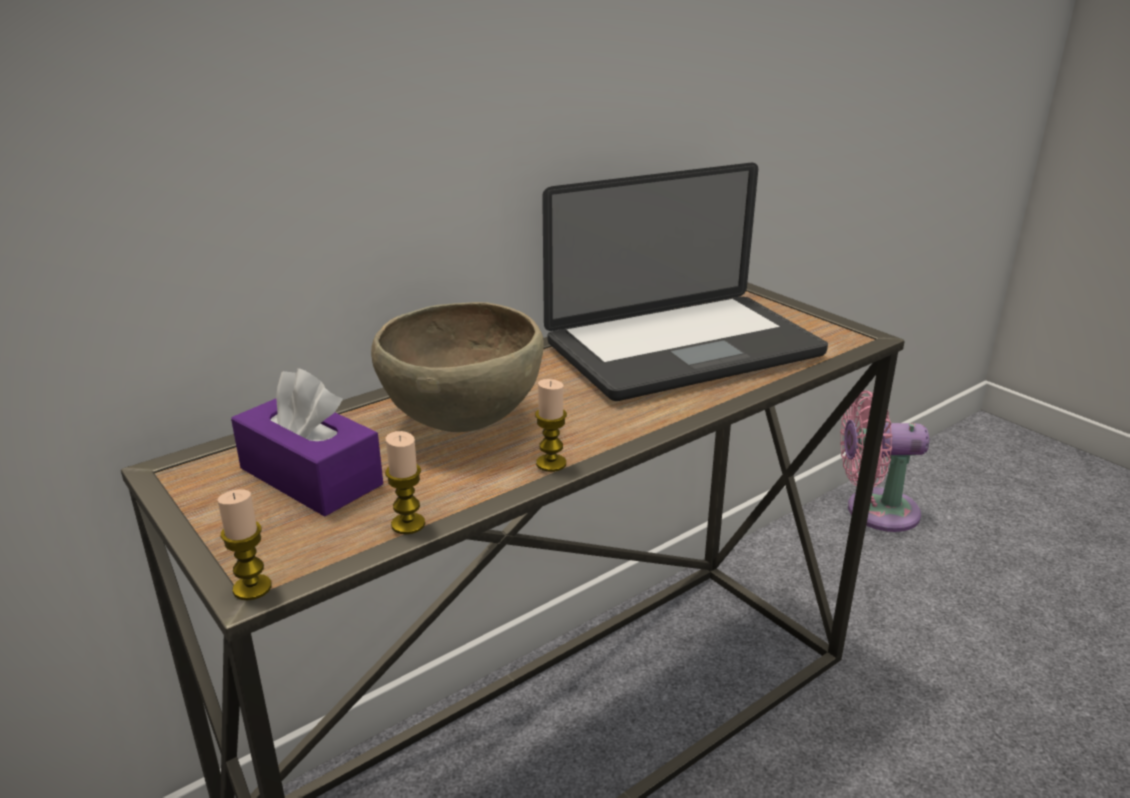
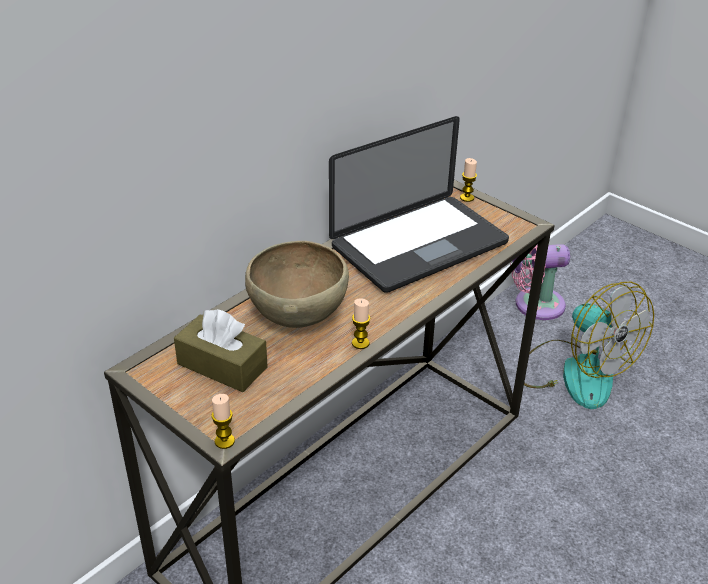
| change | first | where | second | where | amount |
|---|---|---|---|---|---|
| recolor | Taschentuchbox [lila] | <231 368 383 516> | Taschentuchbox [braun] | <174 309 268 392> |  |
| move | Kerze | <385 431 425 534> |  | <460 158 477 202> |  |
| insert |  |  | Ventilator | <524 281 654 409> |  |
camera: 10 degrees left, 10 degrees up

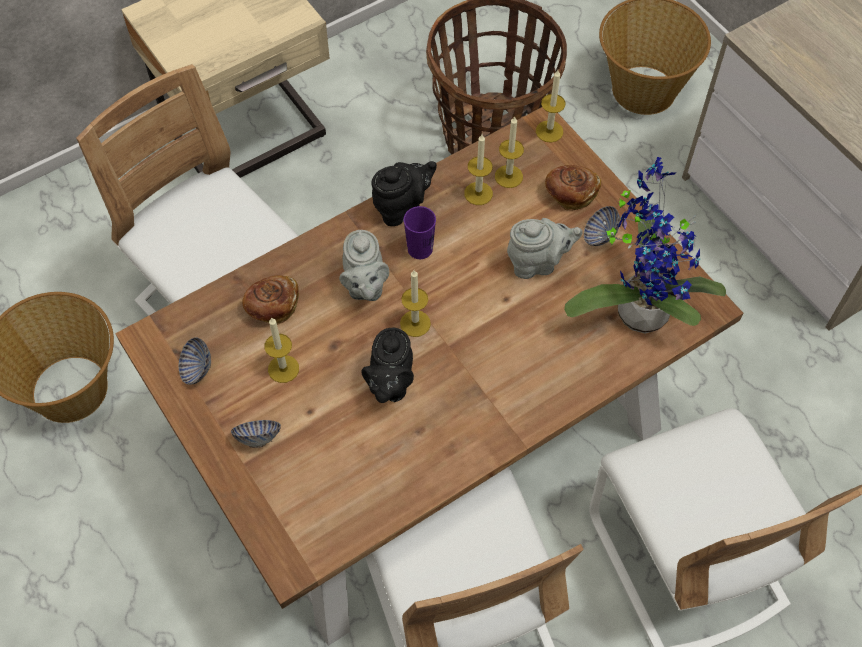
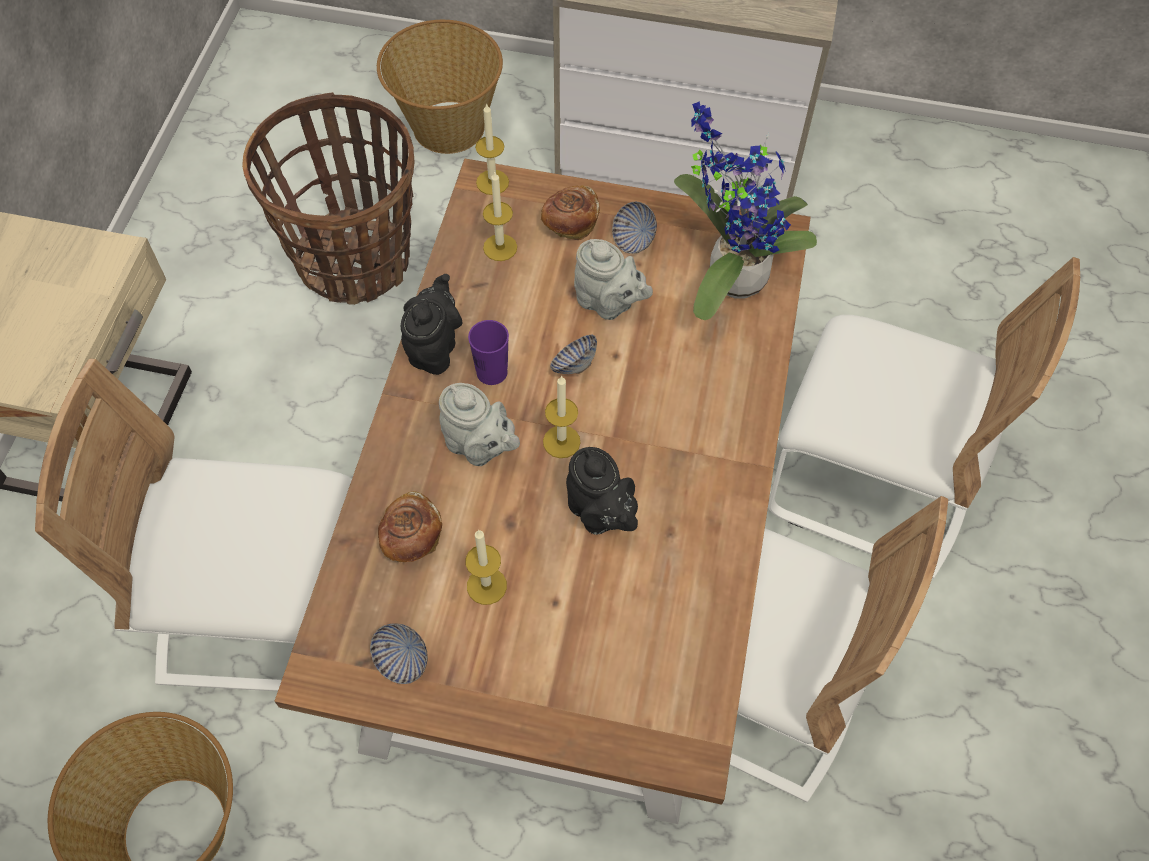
| change | first | where | second | where | amount |
|---|---|---|---|---|---|
| move | Schüssel | <231 420 281 448> |  | <550 335 597 374> |  |
| delete | Kerze | <464 135 493 205> |  |  |  |
| rotate | Teekanne [grau] | <507 218 583 279> |  | <574 239 653 320> | 90 degrees clockwise |
camera: 45 degrees left, 0 degrees up

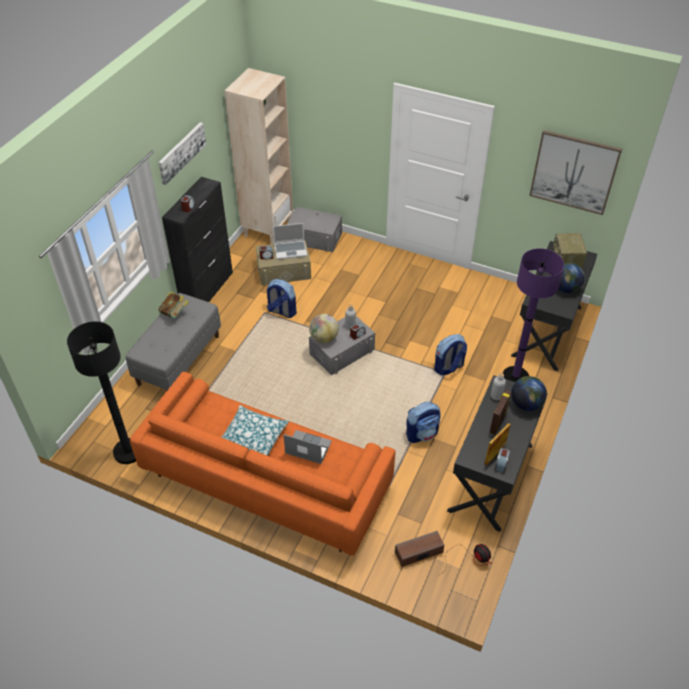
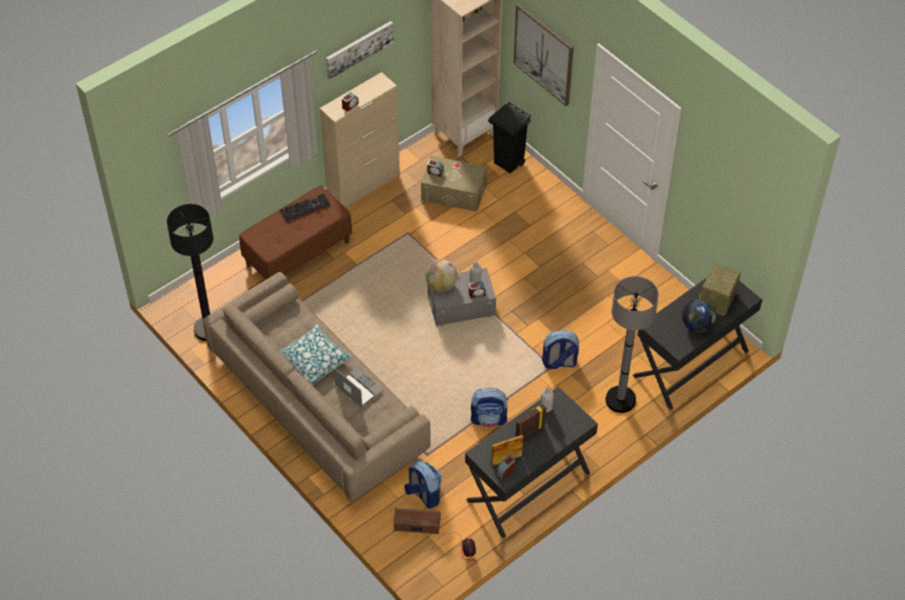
| change | first | where | second | where | amount |
|---|---|---|---|---|---|
| recolor | Bank [grau] | <126 293 221 391> | Bank [braun] | <239 186 352 280> |  |
| recolor | Sofa [orange] | <130 372 395 556> | Sofa [beige] | <203 272 431 502> |  |
| replace | Buch | <158 291 189 318> | Tastatur | <280 193 330 221> |  |
| recolor | Schrank [schwarz] | <162 177 233 302> | Schrank [beige] | <320 72 400 208> |  |
| move | Rucksack | <266 279 297 318> |  | <404 460 441 509> |  |
| delete | Laptop | <273 223 307 259> |  |  |  |
| replace | Aufbewahrungsbox [grau] | <287 207 342 252> | Mülleimer [schwarz] | <488 102 531 173> |  |
| recolor | Stehlampe [lila] | <503 248 564 382> | Stehlampe [grau] | <605 276 659 413> |  |
| delete | Globus | <511 376 547 411> |  |  |  |
| move | Bild | <529 130 622 215> |  | <514 4 574 106> |  |
camera: 25 degrees right, 5 degrees up

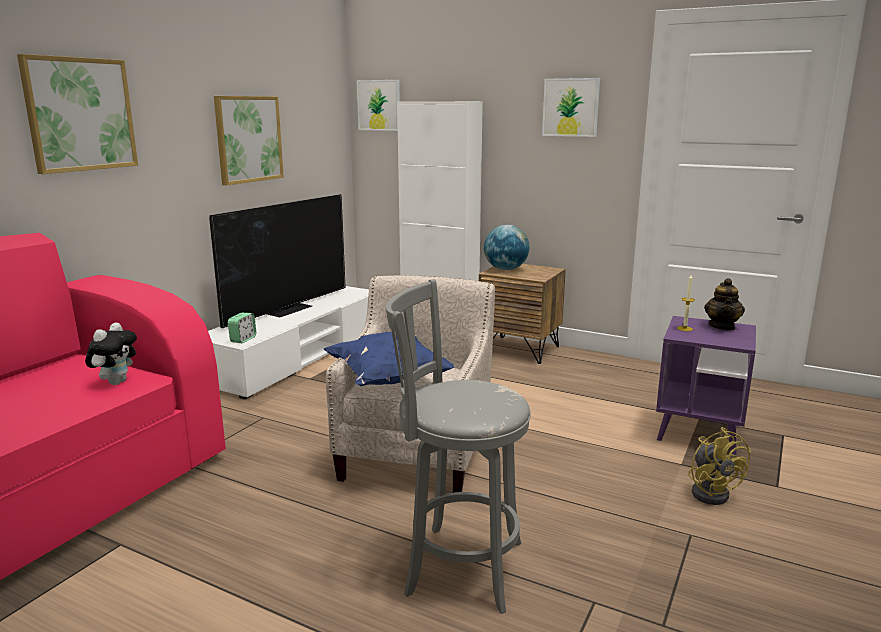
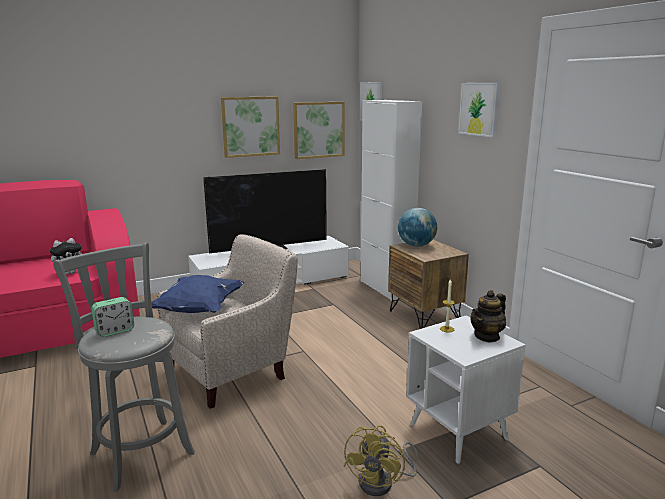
| change | first | where | second | where | amount |
|---|---|---|---|---|---|
| move | Bild | <17 54 138 174> |  | <293 102 344 159> |  |
| move | Wecker | <228 313 256 343> |  | <91 297 134 337> |  |
| recolor | Beistelltisch [lila] | <656 316 756 455> | Beistelltisch [weiß] | <406 315 525 464> |  |
camera: 35 degrees right, 0 degrees up

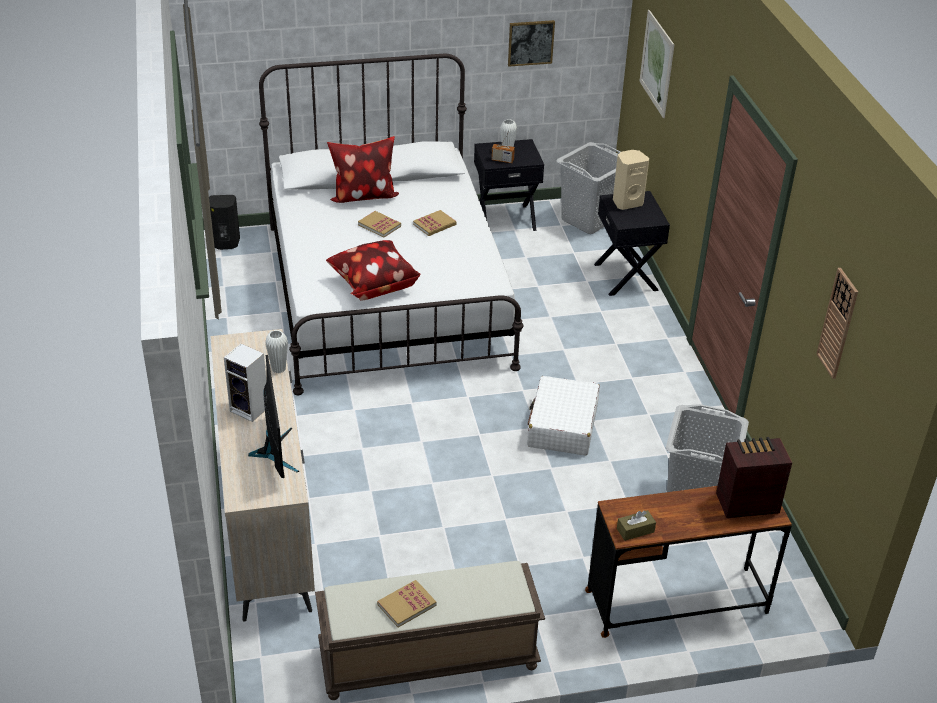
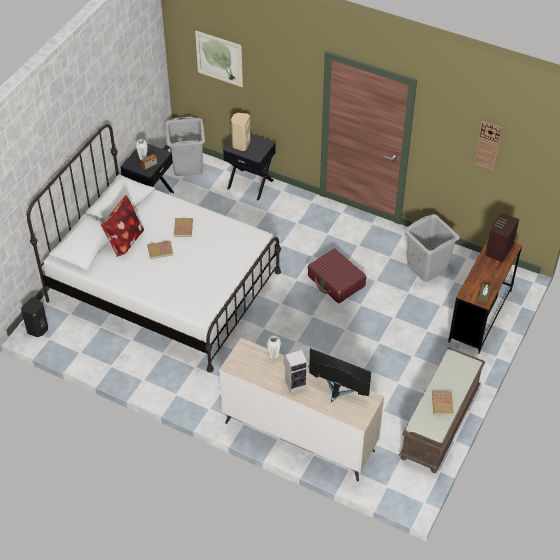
| change | first | where | second | where | amount |
|---|---|---|---|---|---|
| delete | Kissen | <326 240 421 301> |  |  |  |
| delete | Bild | <508 20 555 67> |  |  |  |
| recolor | Koffer [weiß] | <527 376 600 456> | Koffer [rot] | <308 249 366 303> |  |
camera: 50 degrees left, 10 degrees up

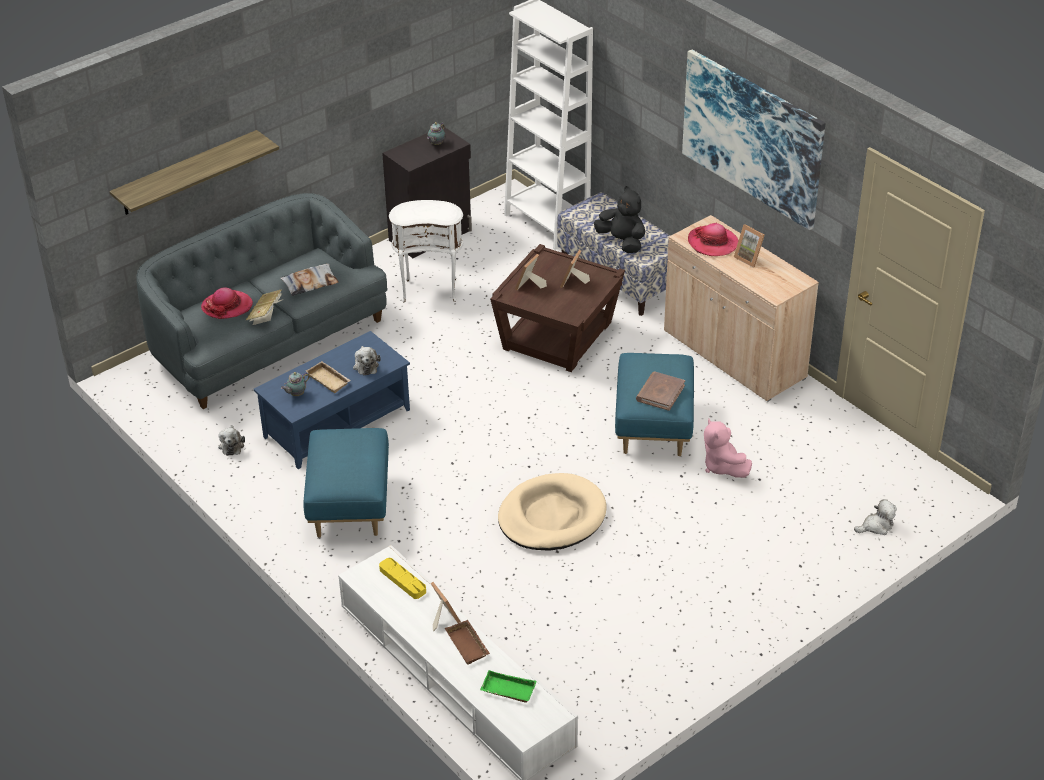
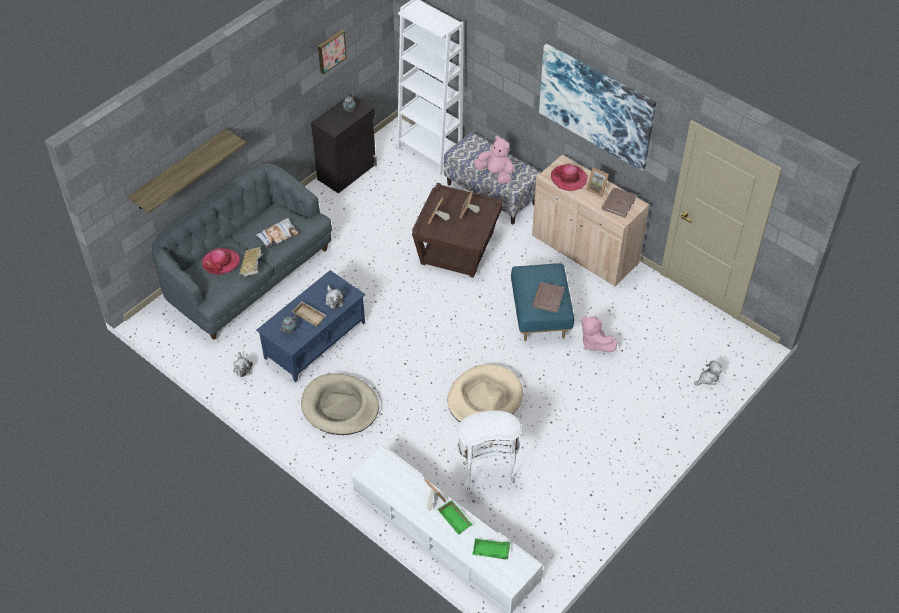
| change | first | where | second | where | amount |
|---|---|---|---|---|---|
| replace | Polsterhocker [blau] | <303 428 389 537> | Hundebett [beige] | <301 373 379 435> |  |
| delete | Tablett [gelb] | <379 558 426 599> |  |  |  |
| move | Beistelltisch [weiß] | <389 200 464 303> |  | <457 411 522 491> |  |
| recolor | Tablett [braun] | <445 620 490 665> | Tablett [grün] | <438 500 473 535> |  |
| recolor | Plüschtier [schwarz] | <594 186 645 253> | Plüschtier [rosa] | <474 136 514 184> |  |
| insert |  |  | Bild | <318 30 347 74> |  |
| insert |  |  | Buch [braun] | <602 188 637 218> |  |
camera: 10 degrees left, 10 degrees up

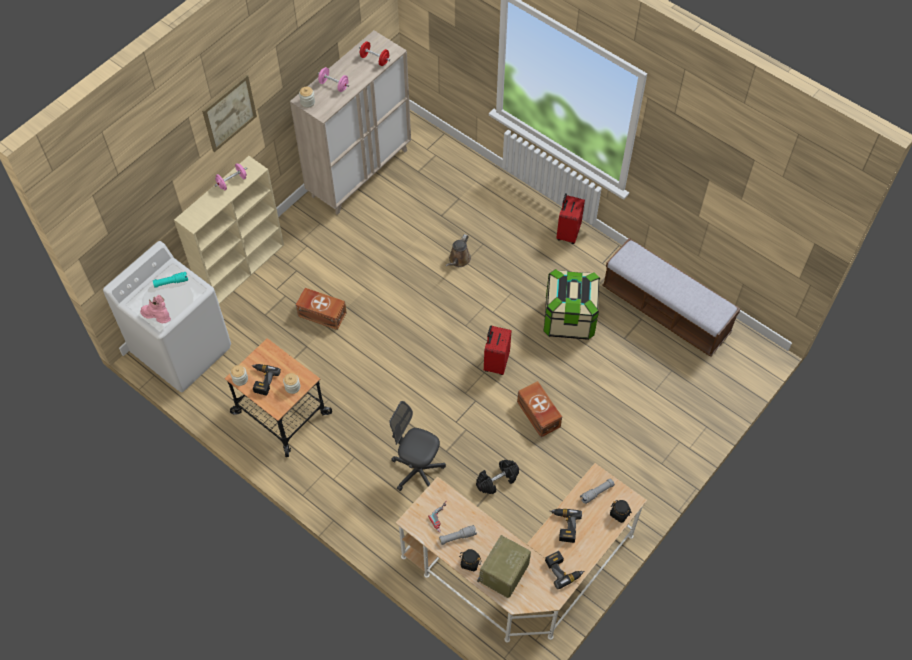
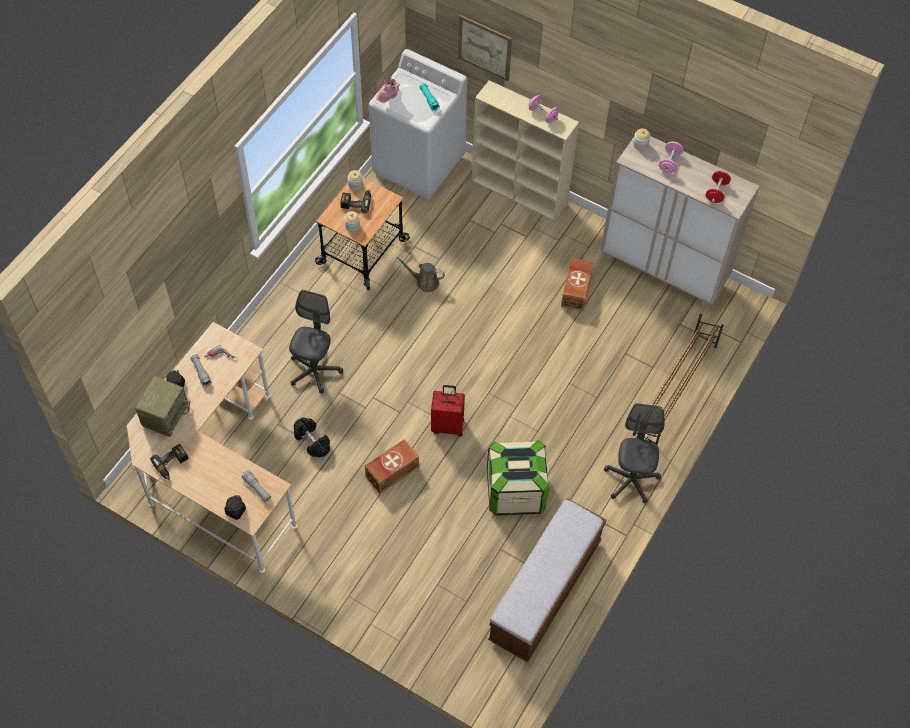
| change | first | where | second | where | amount |
|---|---|---|---|---|---|
| move | Bild | <202 74 257 152> |  | <458 15 512 81> |  |
| move | Aufbewahrungsbox [braun] | <296 288 347 330> |  | <561 258 593 311> |  |
| move | Gießkanne [braun] | <445 234 471 267> |  | <396 257 445 292> |  |
| rotate | Radio | <477 535 531 598> |  | <135 377 190 437> | 90 degrees clockwise |
| delete | Bohrmaschine | <550 509 582 543> |  |  |  |
| replace | Koffer [rot] | <556 193 585 244> | Bürostuhl [grau] | <604 403 665 503> |  |
| insert |  |  | Schuhregal [braun] | <633 314 724 445> |  |
camera: 80 degrees right, 0 degrees up

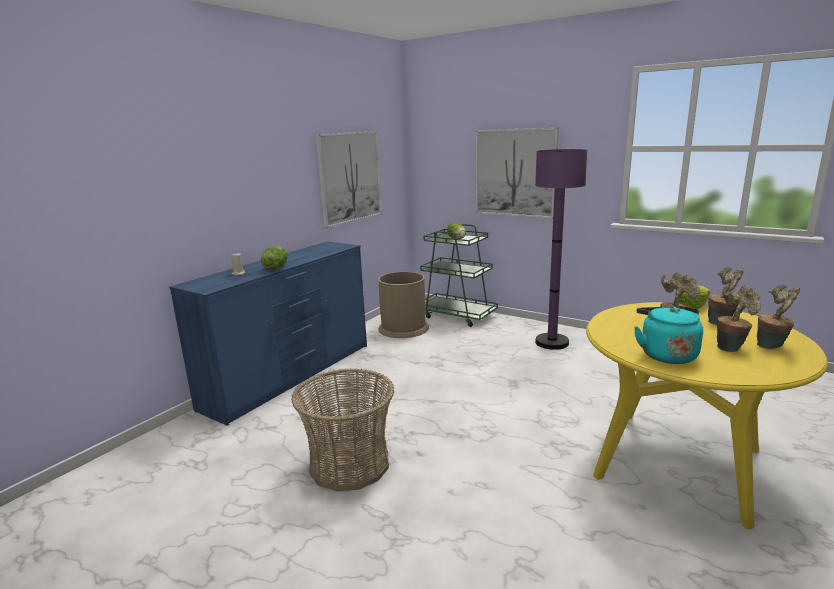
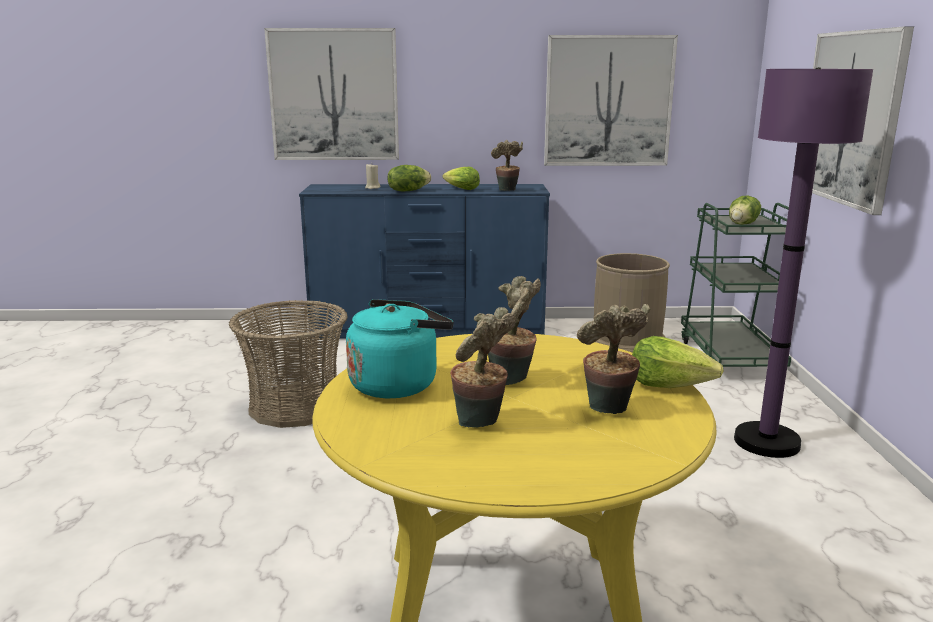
| change | first | where | second | where | amount |
|---|---|---|---|---|---|
| move | Topfpflanze | <757 284 800 349> |  | <491 140 523 191> |  |
| insert |  |  | Bild | <264 28 399 160> |  |
| insert |  |  | Salatkopf | <443 167 480 190> |  |
camera: 55 degrees right, 0 degrees up

